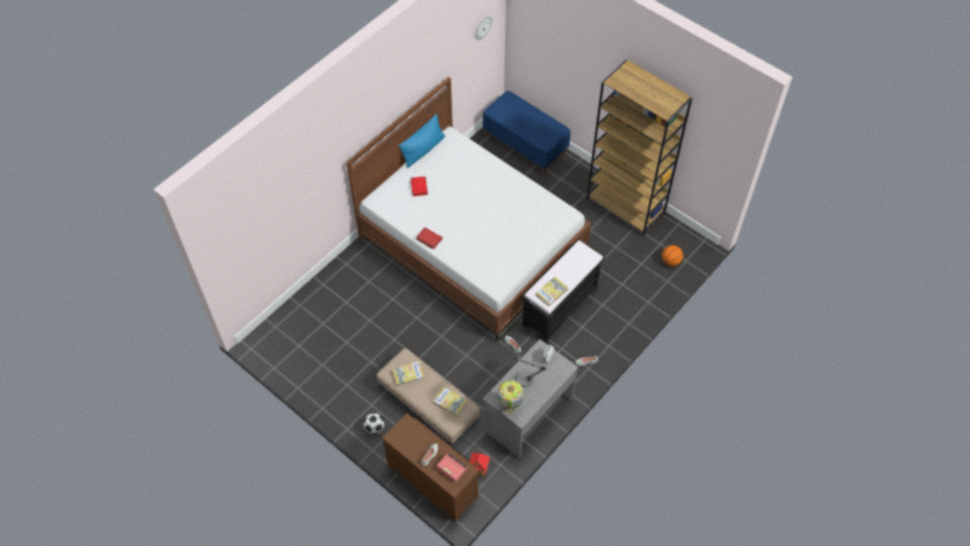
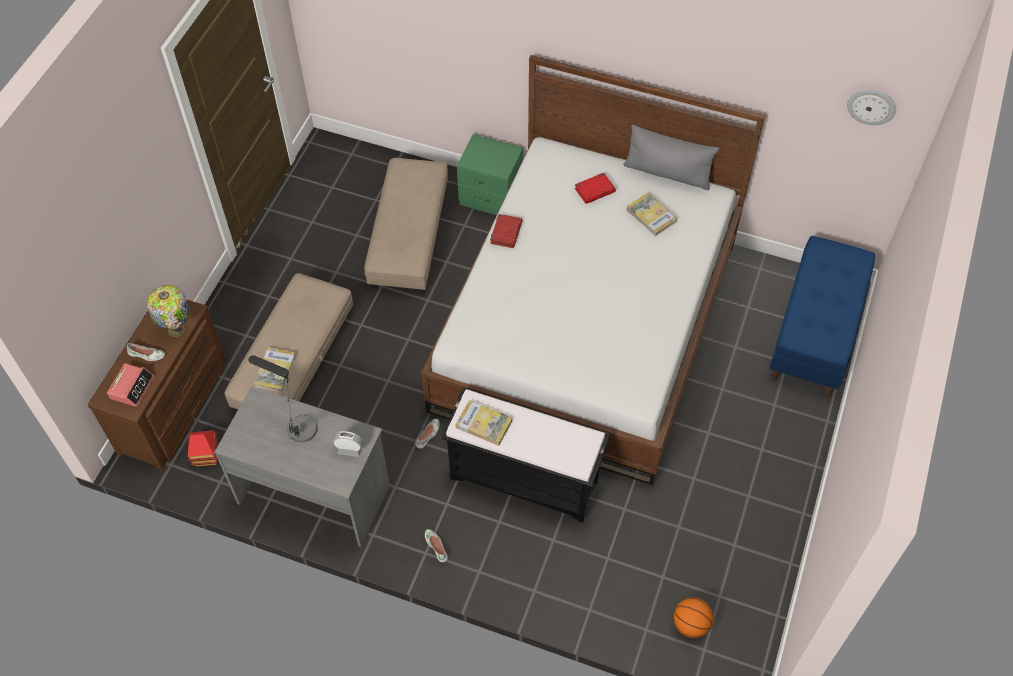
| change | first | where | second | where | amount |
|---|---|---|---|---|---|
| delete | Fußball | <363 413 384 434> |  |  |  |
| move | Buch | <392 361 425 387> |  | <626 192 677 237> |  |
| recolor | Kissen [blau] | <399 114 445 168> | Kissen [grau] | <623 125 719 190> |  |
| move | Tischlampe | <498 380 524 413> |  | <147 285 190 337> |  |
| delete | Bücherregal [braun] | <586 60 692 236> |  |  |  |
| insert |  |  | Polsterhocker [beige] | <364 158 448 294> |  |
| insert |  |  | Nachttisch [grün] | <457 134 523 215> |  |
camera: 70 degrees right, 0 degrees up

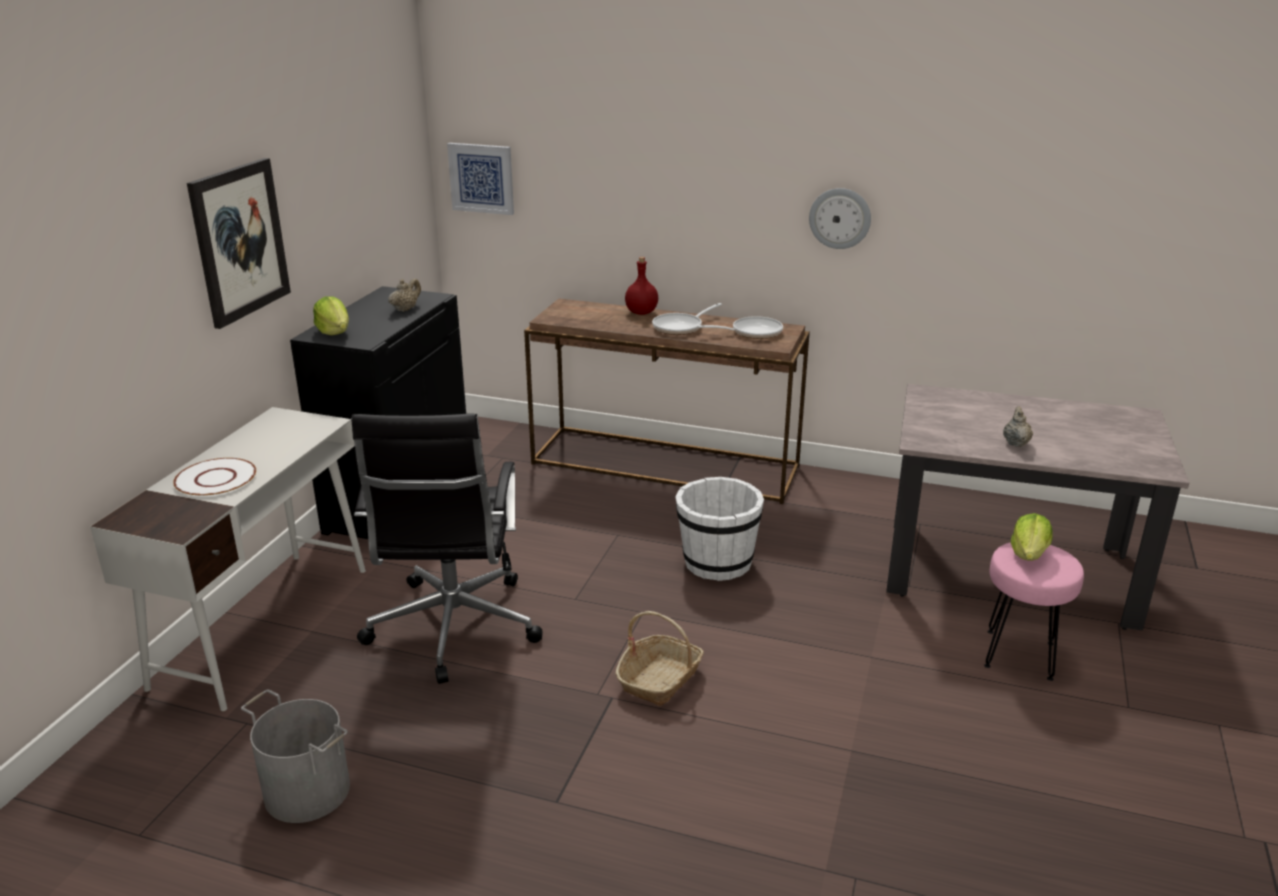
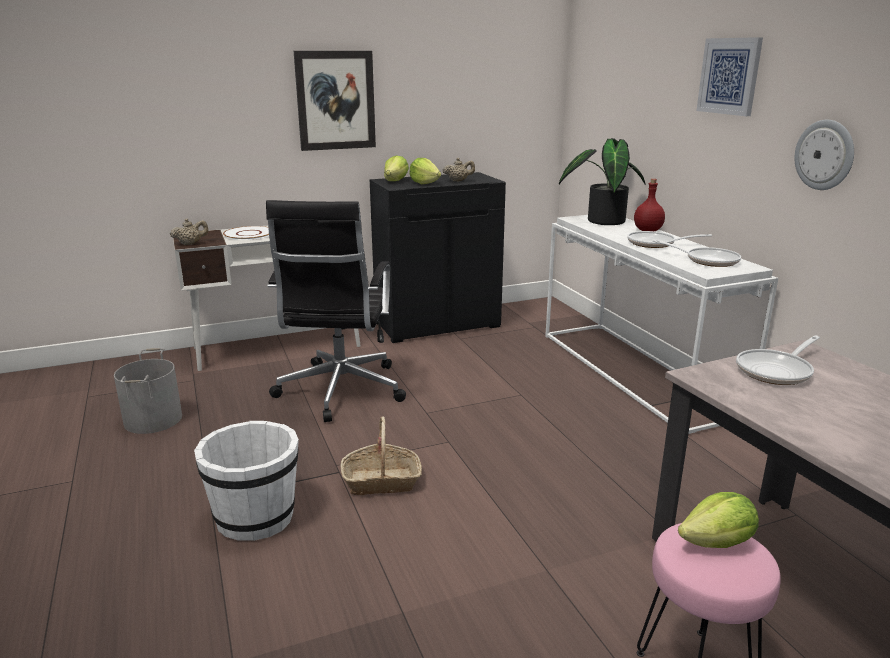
| change | first | where | second | where | amount |
|---|---|---|---|---|---|
| rotate | Bürostuhl [schwarz] | <351 413 543 684> |  | <266 200 406 422> | 45 degrees counterclockwise |
| move | Bild | <447 143 514 215> |  | <696 37 763 116> |  |
| recolor | Konsolentisch [braun] | <524 298 810 504> | Konsolentisch [weiß] | <545 215 778 434> |  |
| move | Eimer [weiß] | <675 477 764 581> |  | <194 421 299 541> |  |
| move | Teekanne [beige] | <1003 406 1033 447> |  | <170 218 208 245> |  |
| insert |  |  | Salatkopf | <409 158 441 184> |  |
| insert |  |  | Topfpflanze | <559 138 646 225> |  |
| insert |  |  | Pfanne | <736 335 820 385> |  |
camera: 50 degrees right, 5 degrees down

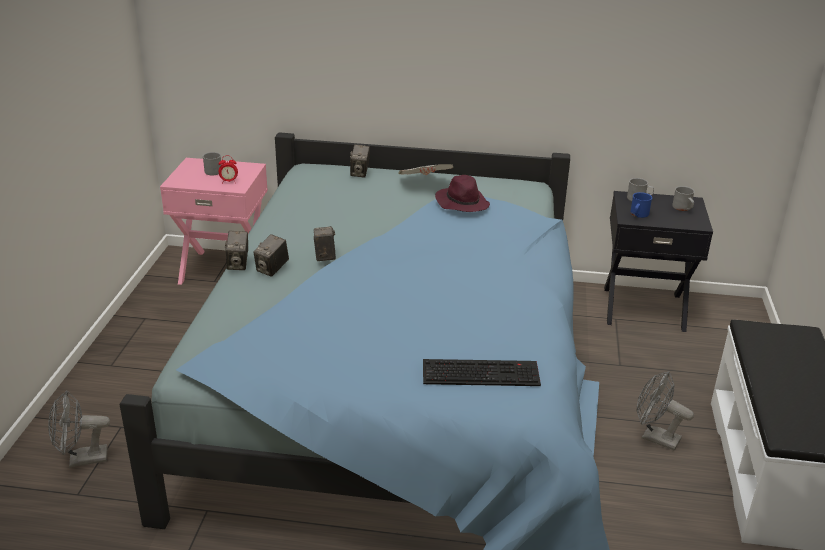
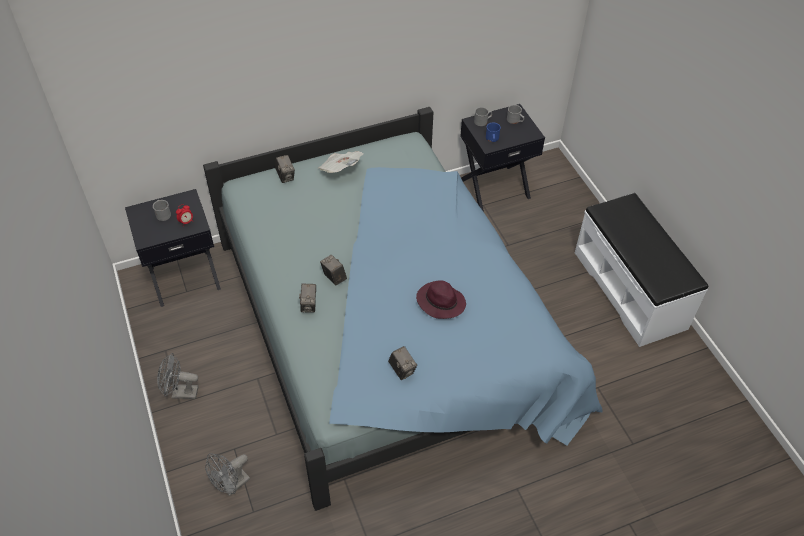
| change | first | where | second | where | amount |
|---|---|---|---|---|---|
| recolor | Nachttisch [rosa] | <160 158 268 285> | Nachttisch [schwarz] | <125 189 221 307> |  |
| move | Kamera | <225 231 248 270> |  | <388 346 417 380> |  |
| delete | Tastatur | <423 359 541 386> |  |  |  |
| move | Hut [lila] | <435 175 490 212> |  | <416 280 466 319> |  |
| move | Ventilator [grau] | <636 371 694 451> |  | <157 353 198 399> |  |
camera: 30 degrees left, 20 degrees up

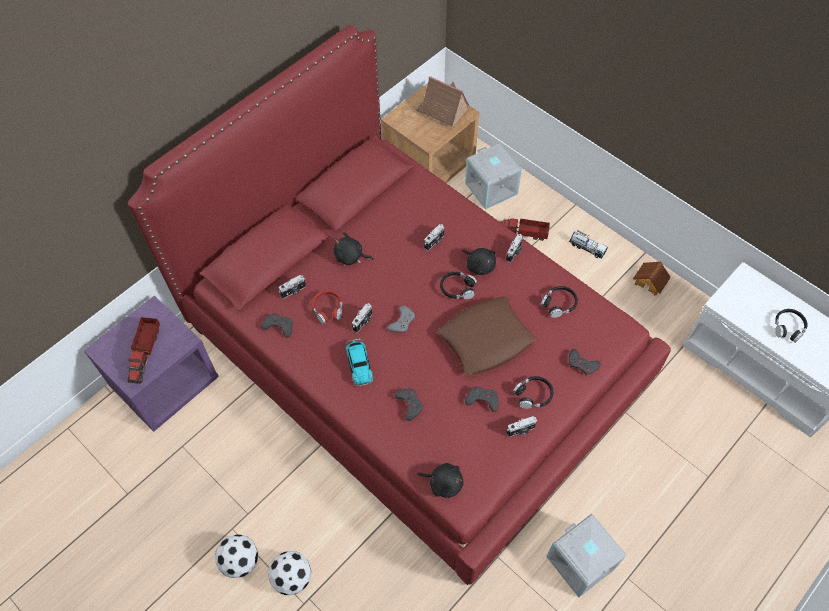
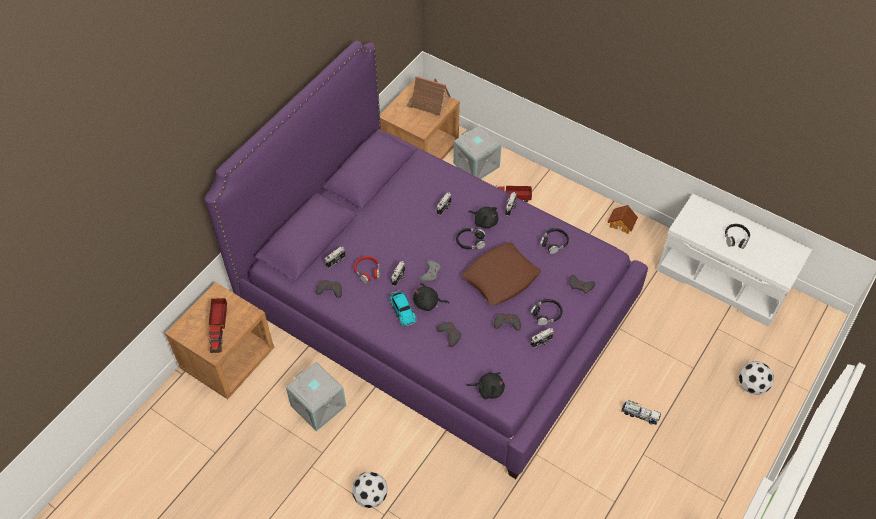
| change | first | where | second | where | amount |
|---|---|---|---|---|---|
| recolor | Nachttisch [lila] | <84 296 219 432> | Nachttisch [braun] | <165 282 274 399> |  |
| recolor | Bett [rot] | <128 25 671 585> | Bett [lila] | <204 41 648 479> |  |
| move | Fußball | <215 534 258 578> |  | <739 361 774 395> |  |
| move | Plüschtier [schwarz] | <334 232 374 265> |  | <413 283 449 311> |  |
| move | Aufbewahrungsbox [grau] | <546 514 626 598> |  | <286 362 346 432> |  |
| move | Spielzeuglaster | <569 230 608 259> |  | <621 400 661 425> |  |
camera: 10 degrees left, 5 degrees down

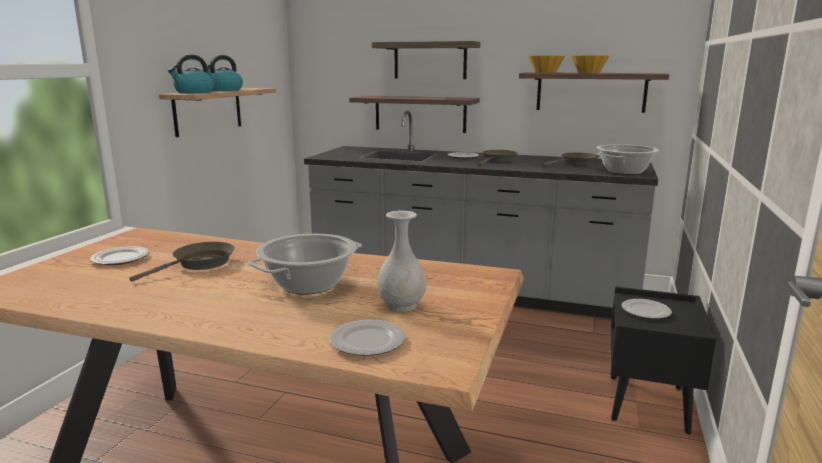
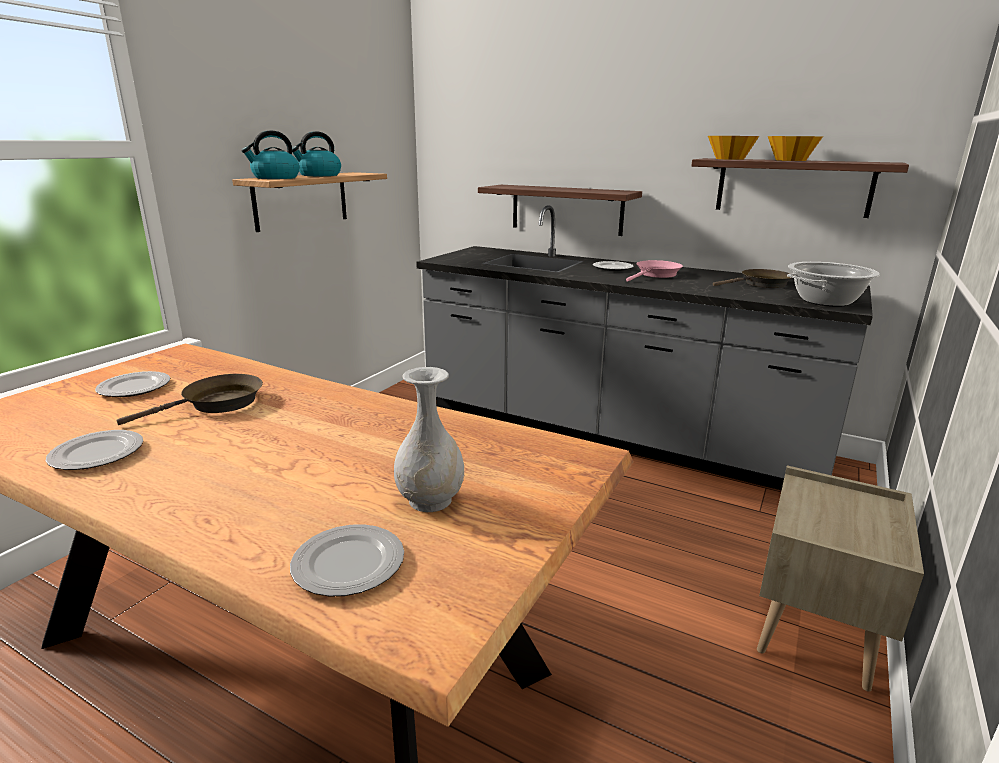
| change | first | where | second | where | amount |
|---|---|---|---|---|---|
| delete | Kochtopf | <248 234 362 295> |  |  |  |
| delete | Wandregal | <372 41 481 79> |  |  |  |
| recolor | Pfanne [braun] | <478 150 517 165> | Pfanne [rosa] | <626 260 683 282> |  |
| recolor | Nachttisch [schwarz] | <611 286 716 434> | Nachttisch [beige] | <757 465 924 692> |  |
| move | Teller | <621 299 672 319> |  | <46 430 143 470> |  |
camera: 10 degrees right, 5 degrees up

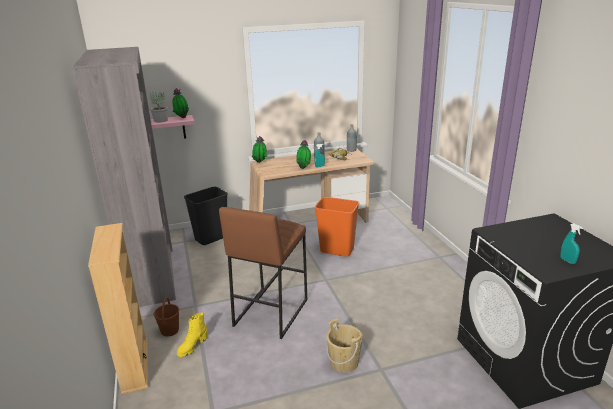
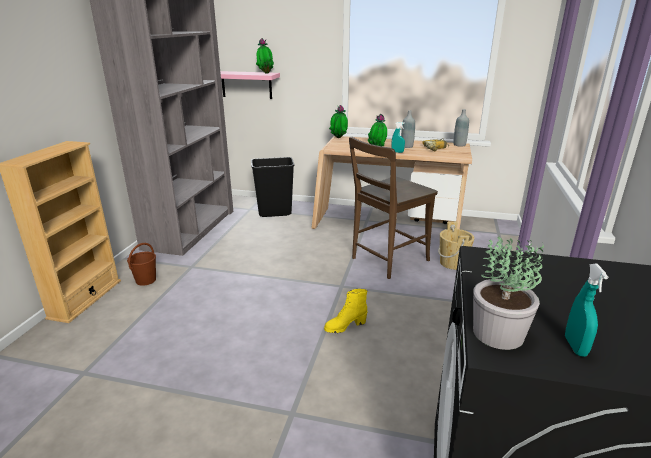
| change | first | where | second | where | amount |
|---|---|---|---|---|---|
| move | Topfpflanze | <150 92 168 123> |  | <473 236 544 350> |  |
| move | Stiefel [gelb] | <177 312 207 357> |  | <324 289 367 333> |  |
| delete | Hocker [braun] | <219 207 307 339> |  |  |  |
| replace | Mülleimer [orange] | <315 197 359 257> | Stuhl [braun] | <349 137 438 279> |  |
| move | Eimer [beige] | <326 318 363 373> |  | <438 222 474 270> |  |
camera: 30 degrees right, 0 degrees up

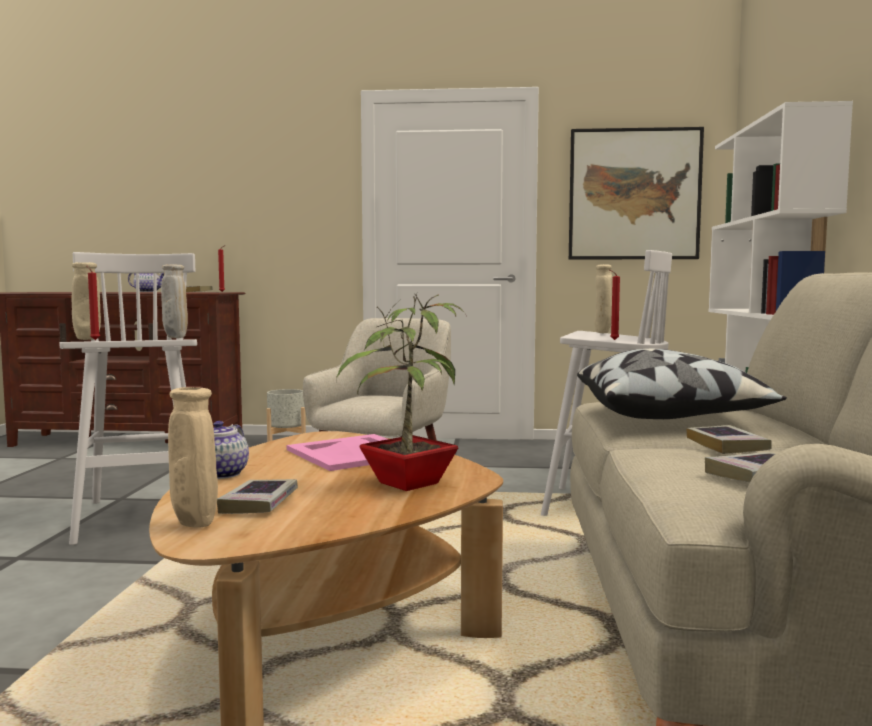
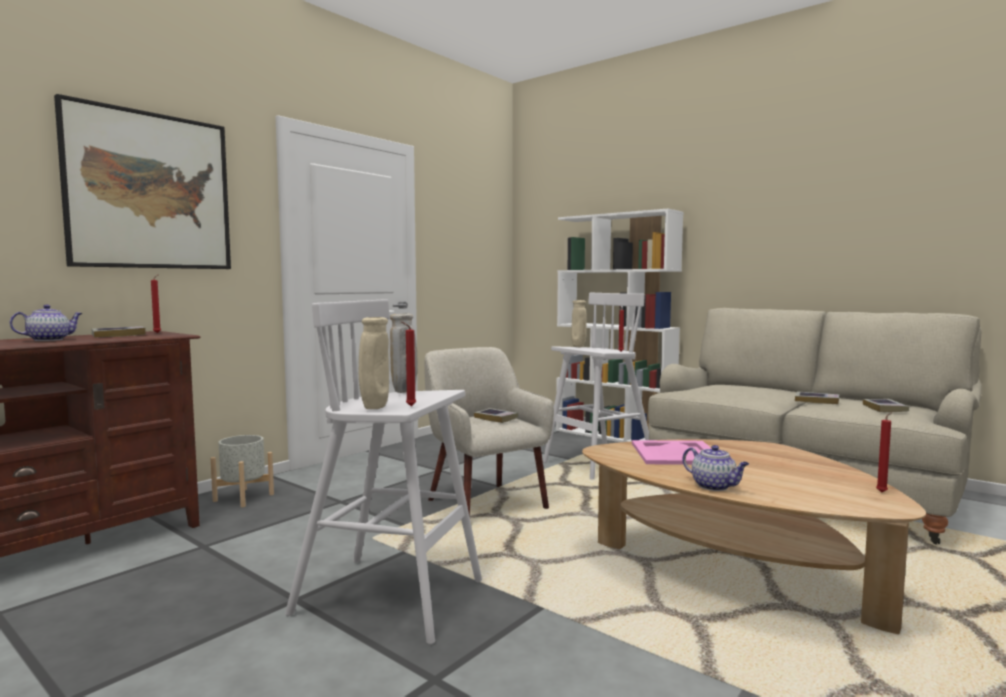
| change | first | where | second | where | amount |
|---|---|---|---|---|---|
| delete | Vase [beige] | <168 387 218 528> |  |  |  |
| move | Buch | <217 479 298 514> |  | <474 408 518 423> |  |
| delete | Topfpflanze | <336 293 465 491> |  |  |  |
| move | Bild | <569 127 704 260> |  | <54 94 231 269> |  |
| delete | Kissen | <577 349 787 419> |  |  |  |
| insert |  |  | Kerze [rot] | <876 412 892 493> |  |
camera: 55 degrees left, 0 degrees up

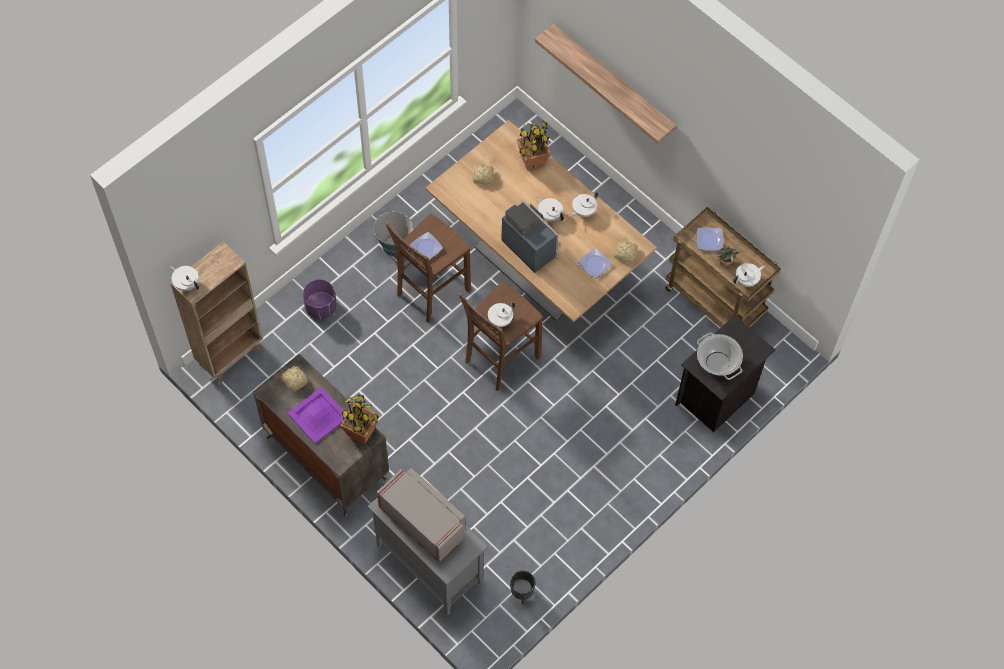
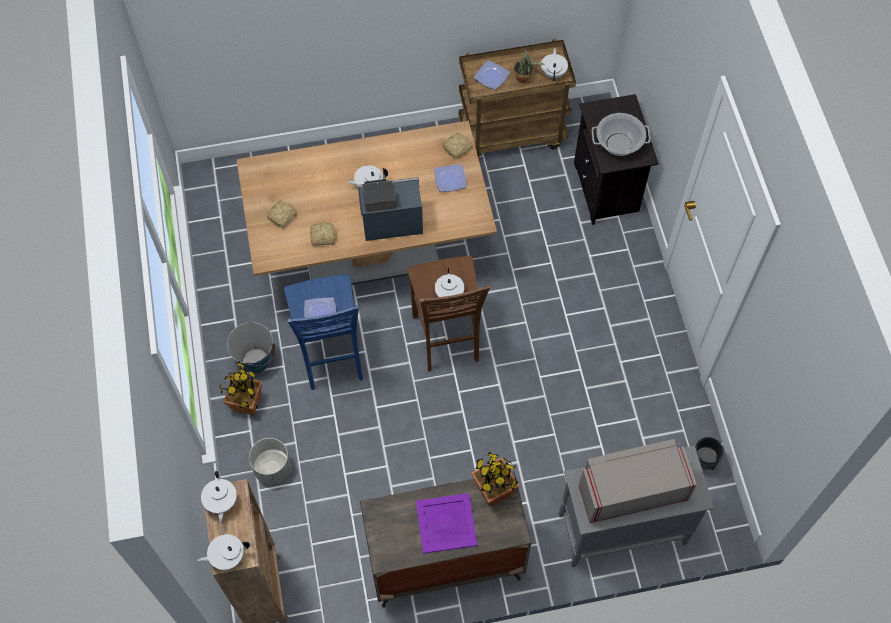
| change | first | where | second | where | amount |
|---|---|---|---|---|---|
| move | Brot | <280 366 308 392> |  | <310 222 336 246> |  |
| recolor | Pflanzkübel [lila] | <303 279 337 320> | Pflanzkübel [grau] | <249 438 291 485> |  |
| recolor | Hocker [braun] | <385 214 471 323> | Hocker [blau] | <284 274 363 390> |  |
| move | Topfpflanze | <517 121 550 171> |  | <219 361 262 416> |  |
| delete | Wandregal | <535 24 677 144> |  |  |  |
| move | Teekanne [weiß] | <570 192 598 217> |  | <201 471 237 523> |  |
camera: 55 degrees left, 0 degrees up

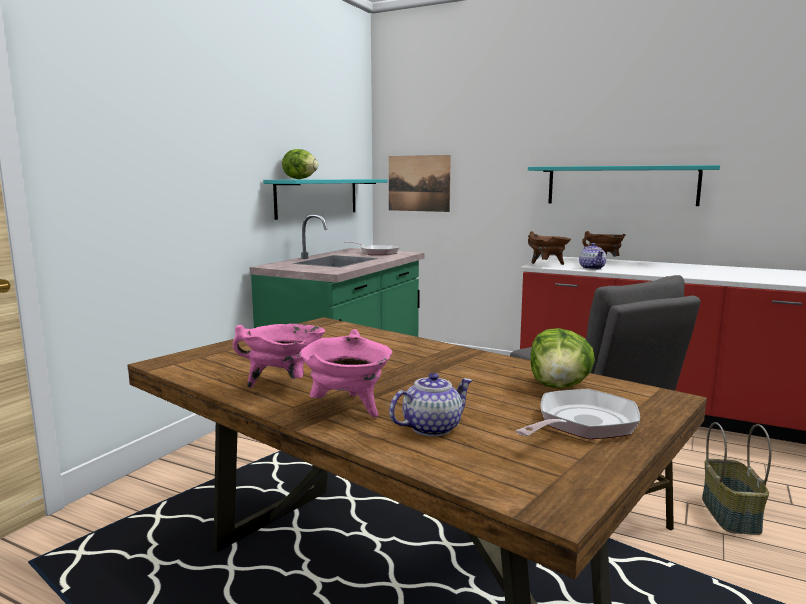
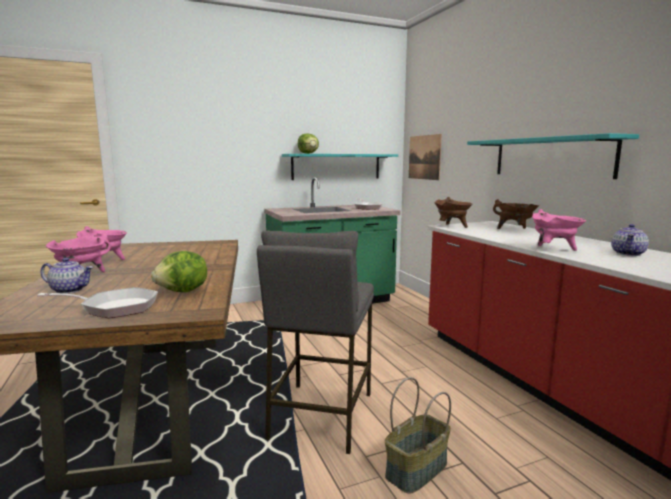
| change | first | where | second | where | amount |
|---|---|---|---|---|---|
| move | Teekanne | <579 243 606 270> |  | <611 224 649 256> |  |
| insert |  |  | Kochtopf [rosa] | <532 209 586 251> |  |
camera: 40 degrees right, 0 degrees up

